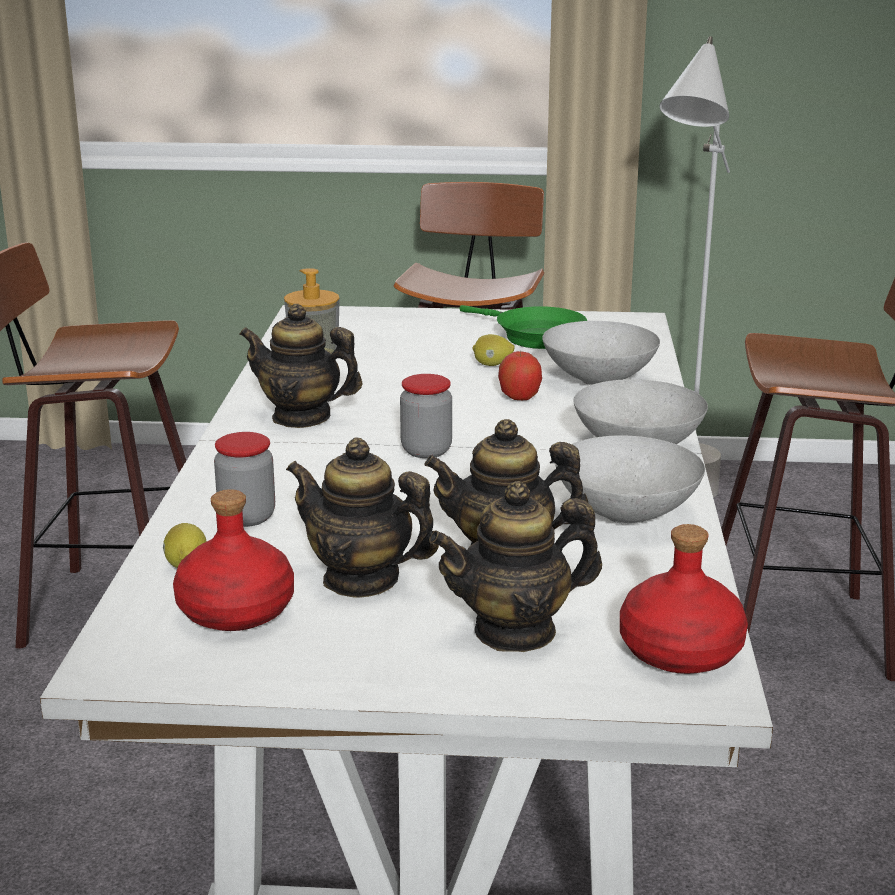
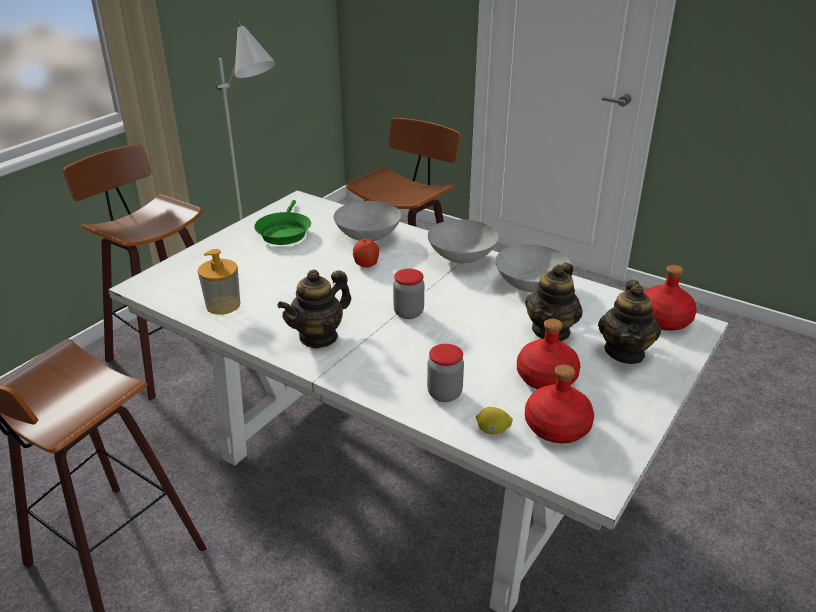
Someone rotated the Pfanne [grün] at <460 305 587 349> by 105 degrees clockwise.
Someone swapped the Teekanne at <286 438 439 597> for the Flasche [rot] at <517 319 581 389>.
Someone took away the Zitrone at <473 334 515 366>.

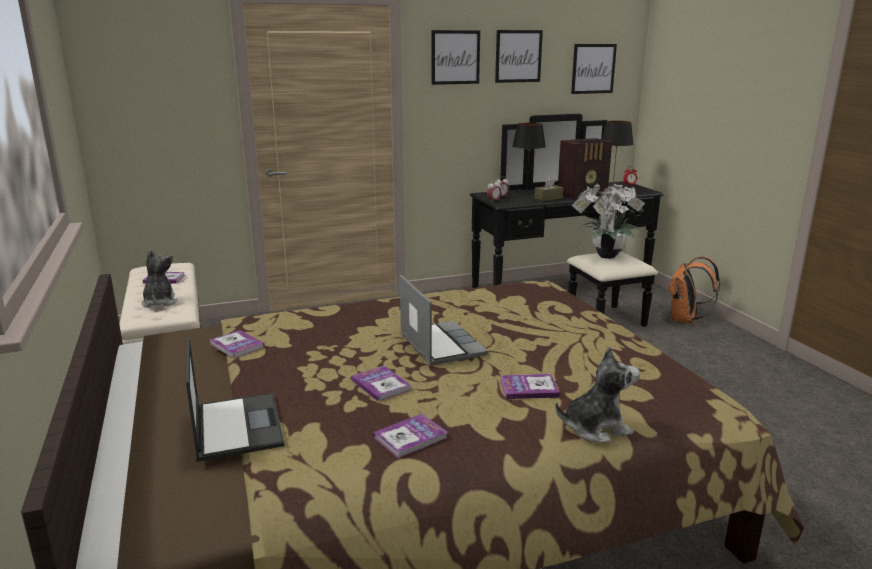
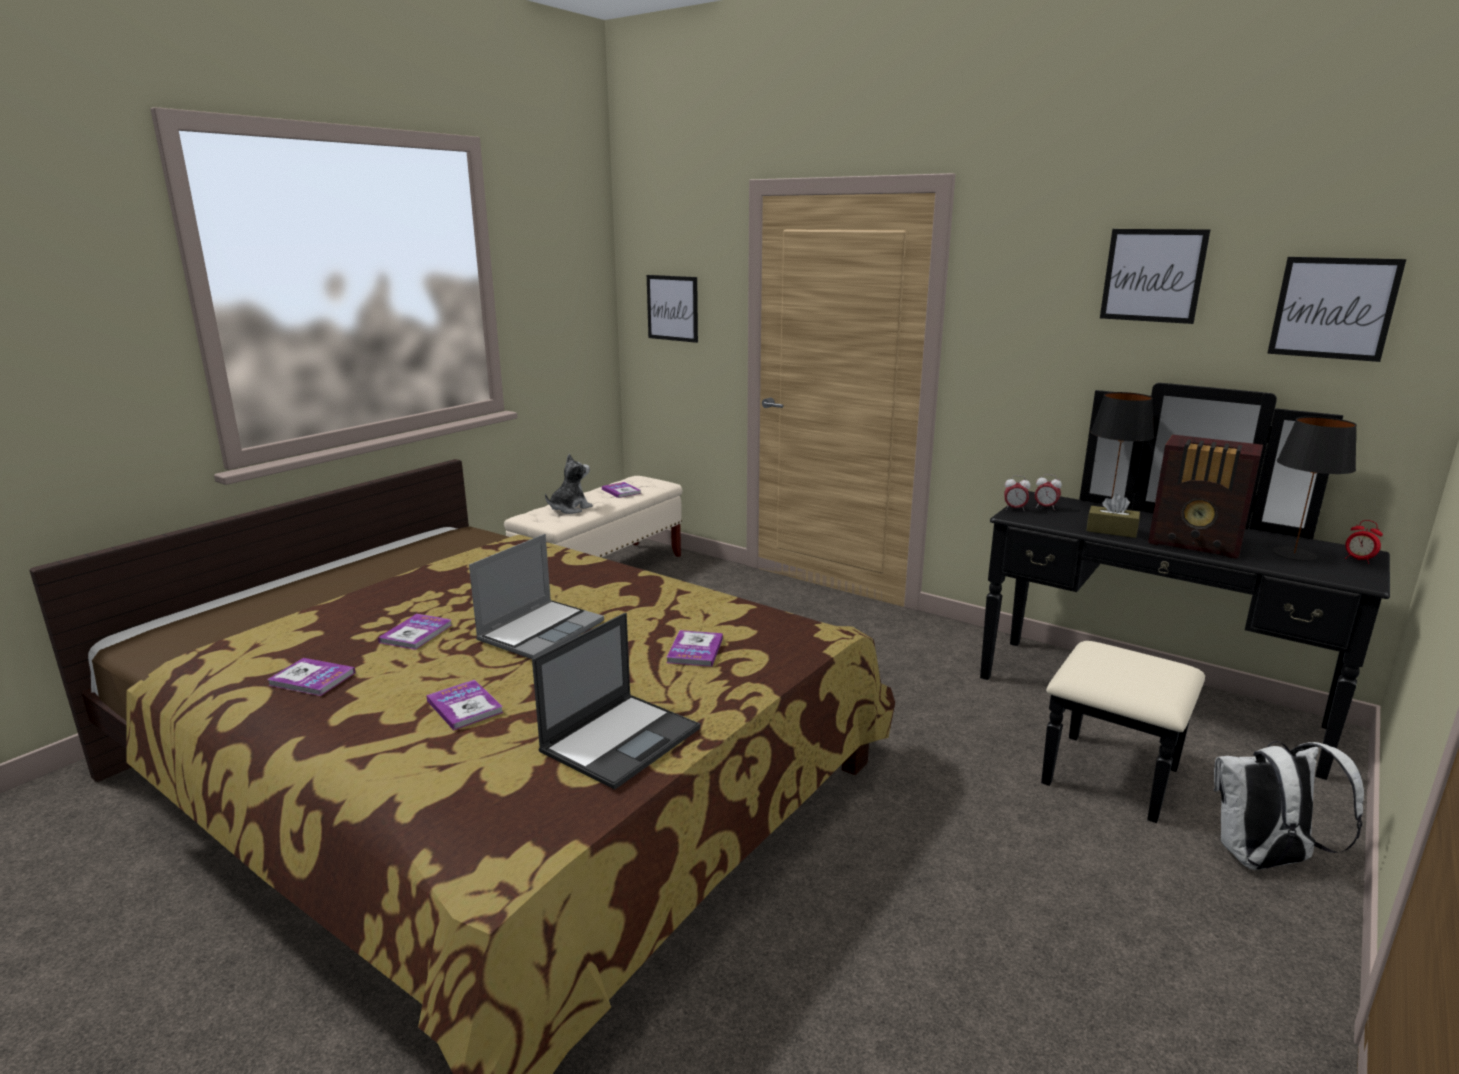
Someone carried the Laptop from <186 337 285 462> to <532 613 700 790>.
Someone carried the Bild from <431 30 480 85> to <647 275 698 343>.
Someone carried the Buch from <210 330 265 358> to <667 630 723 667>.
Someone repainted the Rucksack [orange] at <669 257 720 323>, which became the Rucksack [weiß] at <1214 741 1364 870>.
Someone took away the Plüschtier at <555 346 640 443>.
Someone took away the Topfpflanze at <572 183 645 259>.

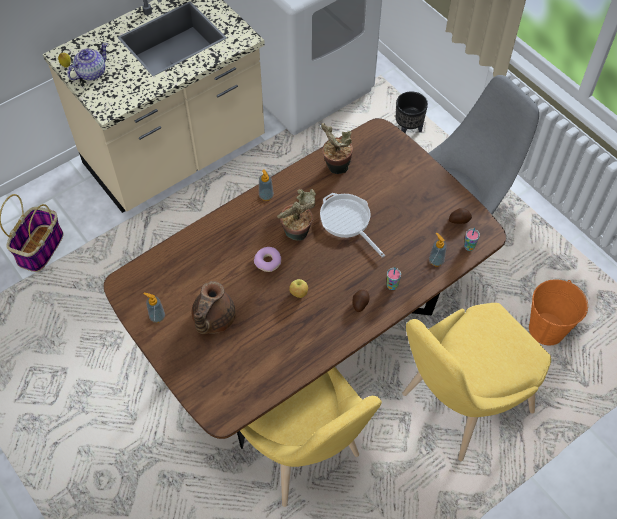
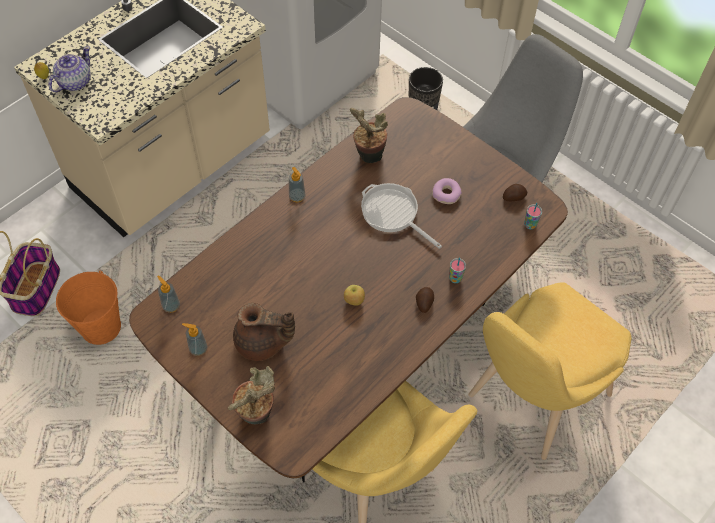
Someone carried the Eimer [orange] from <529 279 588 346> to <56 271 121 345>.
Someone carried the Seifenspender from <429 233 447 266> to <157 275 180 313>.
Someone carried the Topfpflanze from <277 189 316 241> to <227 366 275 424>.
Someone rotated the Teekanne [braun] at <192 281 236 334> by 90 degrees counterclockwise.
Someone carried the Donut from <254 247 281 272> to <432 178 462 204>.

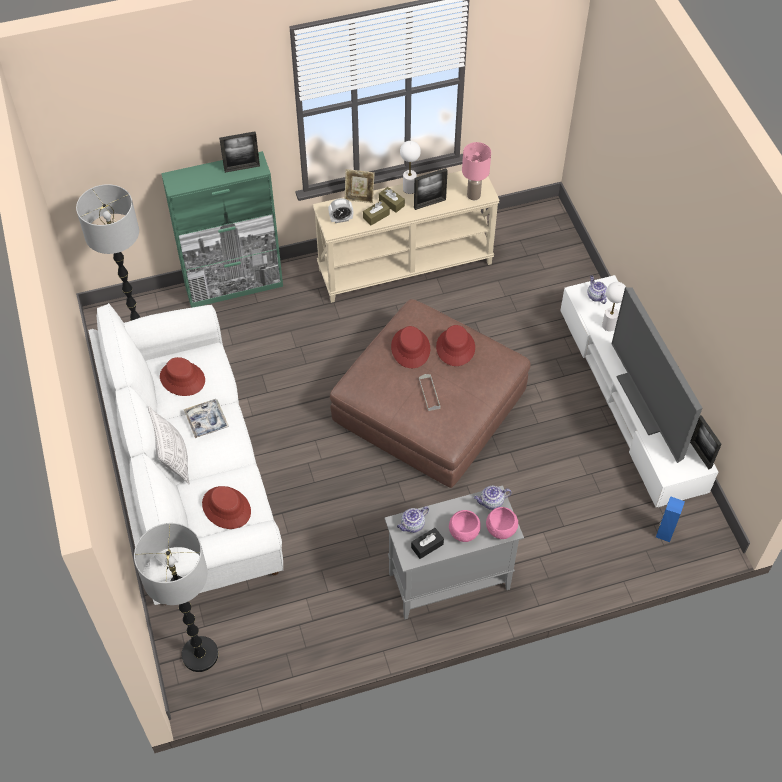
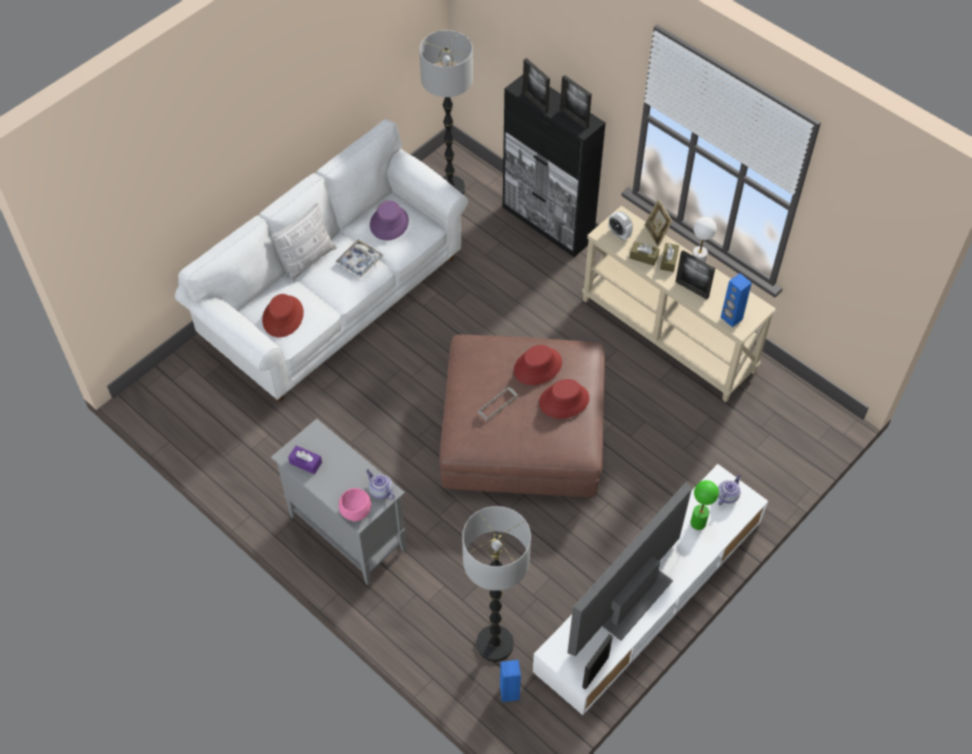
Someone repainted the Taschentuchbox [schwarz] at <411 528 444 559>, which became the Taschentuchbox [lila] at <288 446 322 474>.
Someone repainted the Hut [rot] at <160 357 205 396>, which became the Hut [lila] at <370 201 409 240>.
Someone carried the Stehlampe from <134 523 218 672> to <462 506 531 662>.
Someone repainted the Schrank [grün] at <161 151 283 308>, which became the Schrank [schwarz] at <503 75 606 257>.
Someone put down the Bilderrahmen at <523 58 550 114>.
Someone repainted the Tischlampe [weiß] at <602 282 626 331>, which became the Tischlampe [grün] at <690 480 719 530>.
Someone swapped the Tischlampe [rosa] at <462 142 491 200> for the Lautsprecher [blau] at <721 273 752 327>.
Someone took away the Teekanne at <397 506 429 533>.
Someone took away the Schüssel [rosa] at <449 510 480 542>.

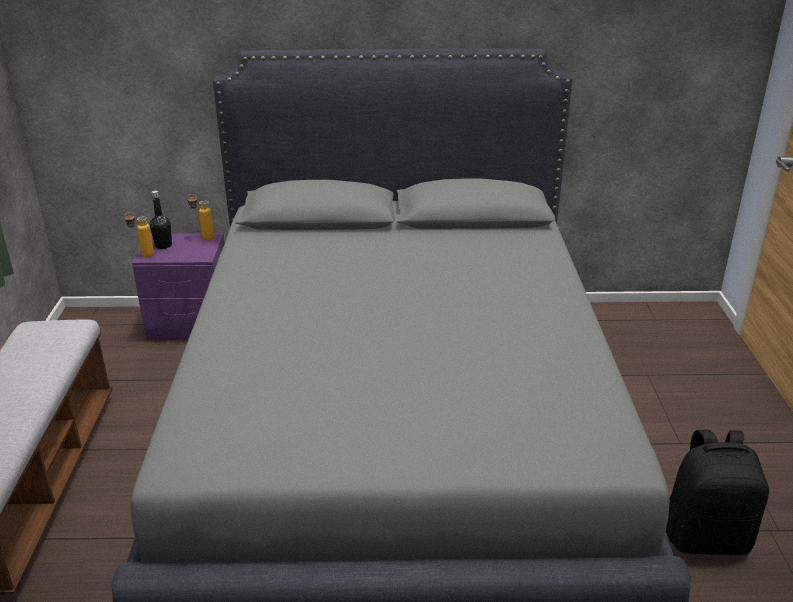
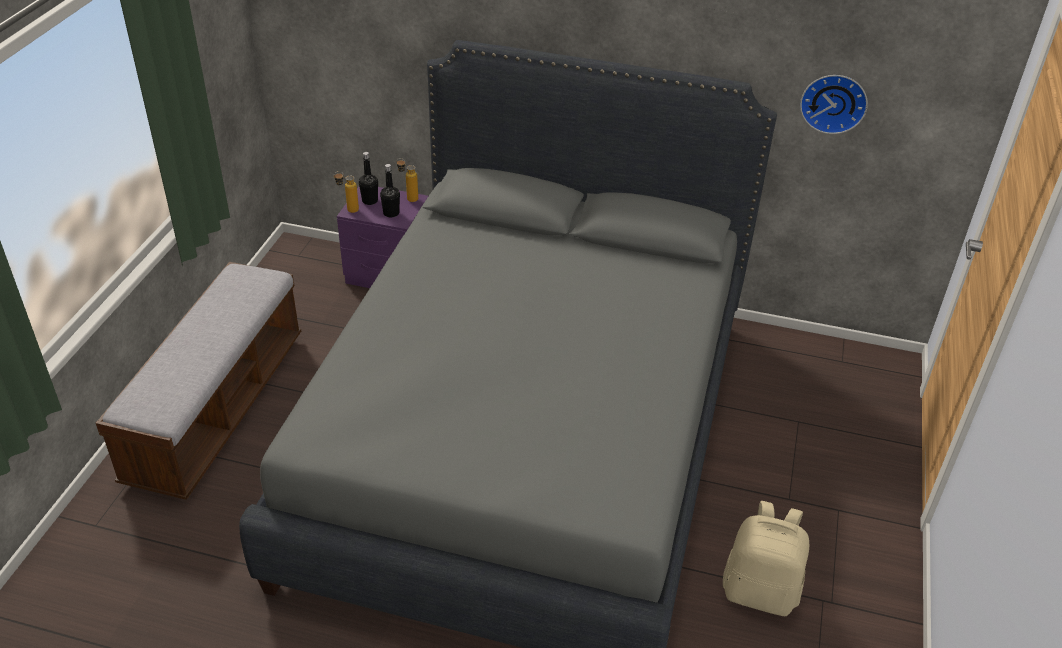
Someone put down the Flasche [schwarz] at <380 164 400 218>.
Someone repainted the Rucksack [schwarz] at <666 430 769 555>, which became the Rucksack [beige] at <723 501 809 616>.
Someone put up the Wanduhr at <800 75 868 134>.

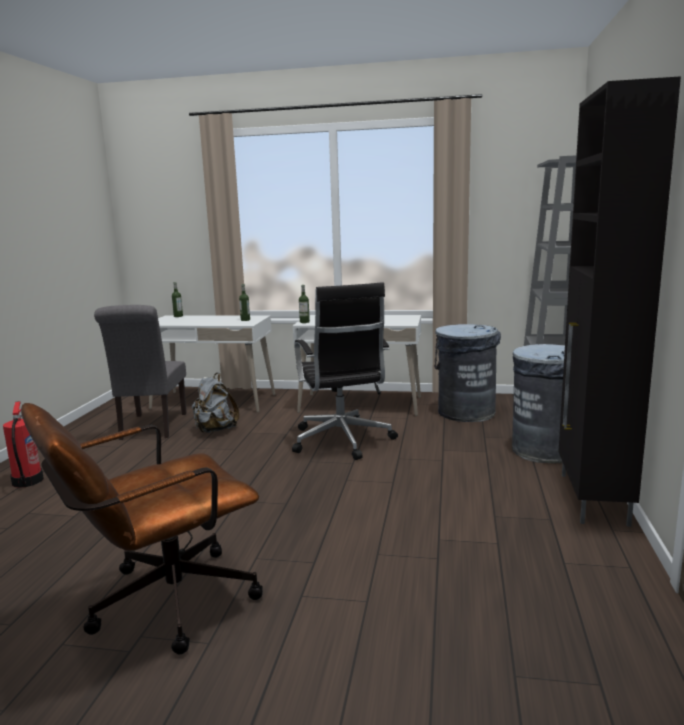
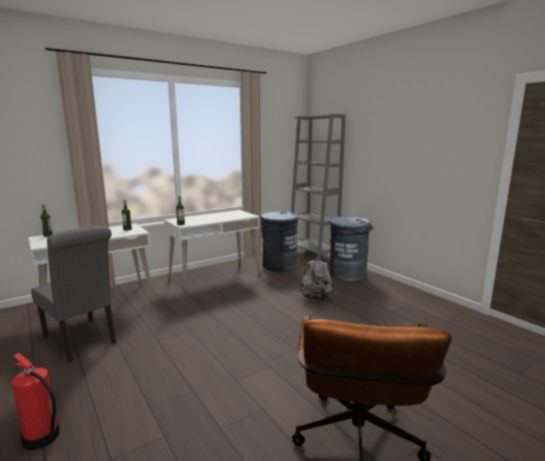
Someone carried the Rucksack [grau] from <192 373 239 433> to <299 255 334 301>.
Someone took away the Bürostuhl [schwarz] at <292 283 398 460>.
Someone took away the Schrank [schwarz] at <558 76 681 527>.

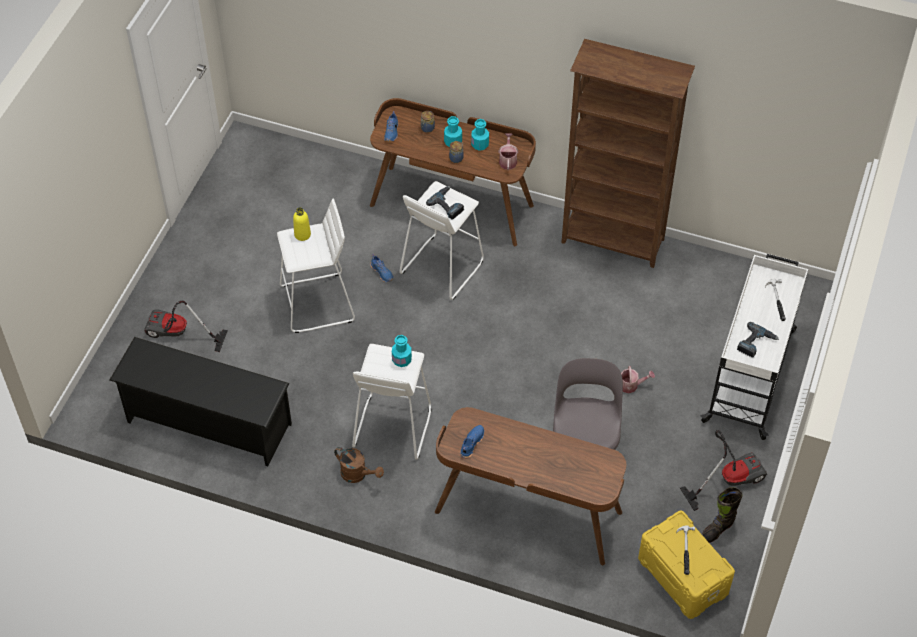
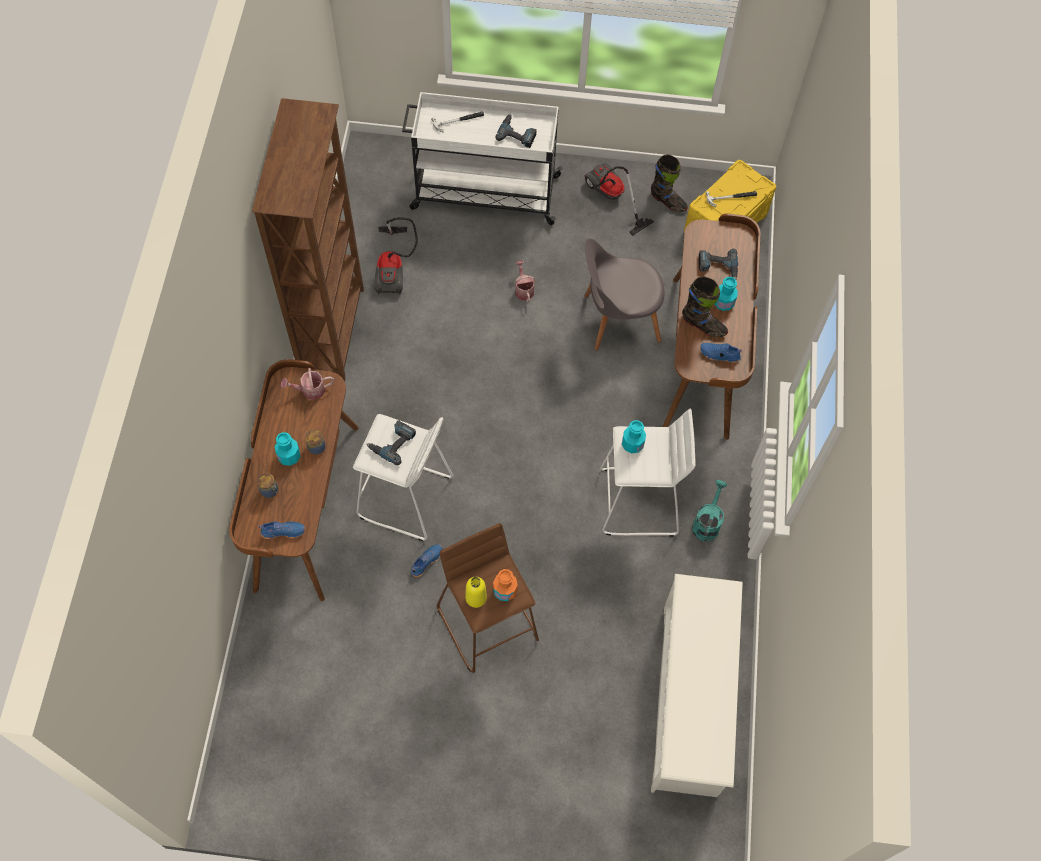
Someone carried the Staubsauger from <144 301 228 352> to <374 217 418 294>.
Someone repainted the Hocker [weiß] at <277 199 355 333>, which became the Hocker [braun] at <437 523 539 673>.
Someone put down the Flasche [orange] at <493 569 518 601>.
Someone repainted the Schuhregal [schwarz] at <110 337 292 466>, which became the Schuhregal [weiß] at <651 574 743 797>.
Someone put down the Stiefel [schwarz] at <682 276 728 337>.
Someone repainted the Gießkanne [braun] at <334 447 384 483>, which became the Gießkanne [türkis] at <692 480 727 541>.
Someone put down the Bohrmaschine at <699 249 738 279>.
Someone carried the Flasche [türkis] from <471 119 489 151> to <715 277 738 311>.

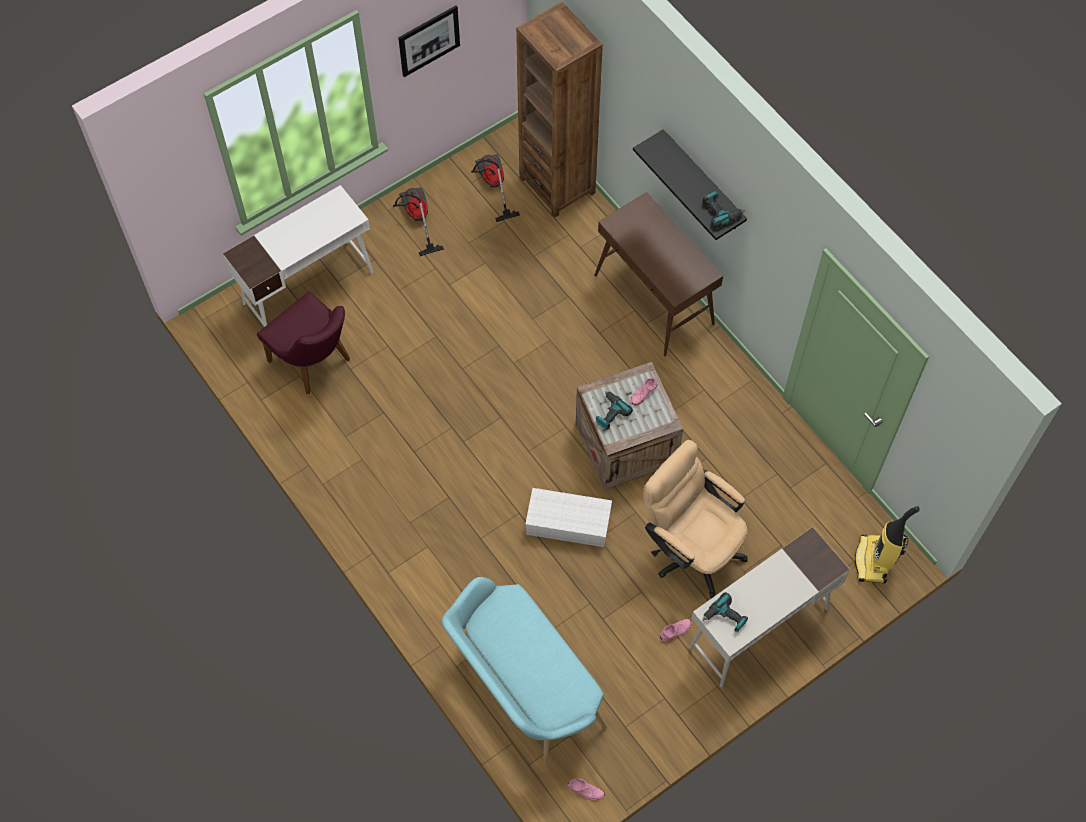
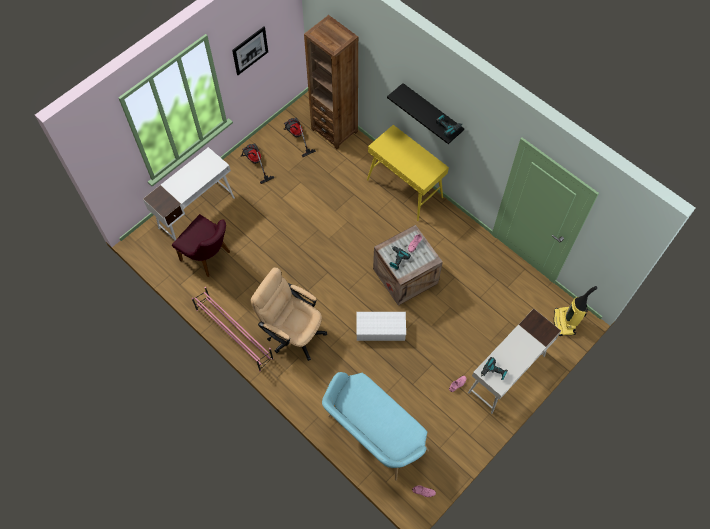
Someone put down the Schuhregal [rosa] at <192 287 273 371>.
Someone carried the Bürostuhl [beige] from <643 440 747 598> to <250 267 327 361>.
Someone repainted the Konsolentisch [braun] at <594 192 723 356>, which became the Konsolentisch [gelb] at <367 125 449 221>.

